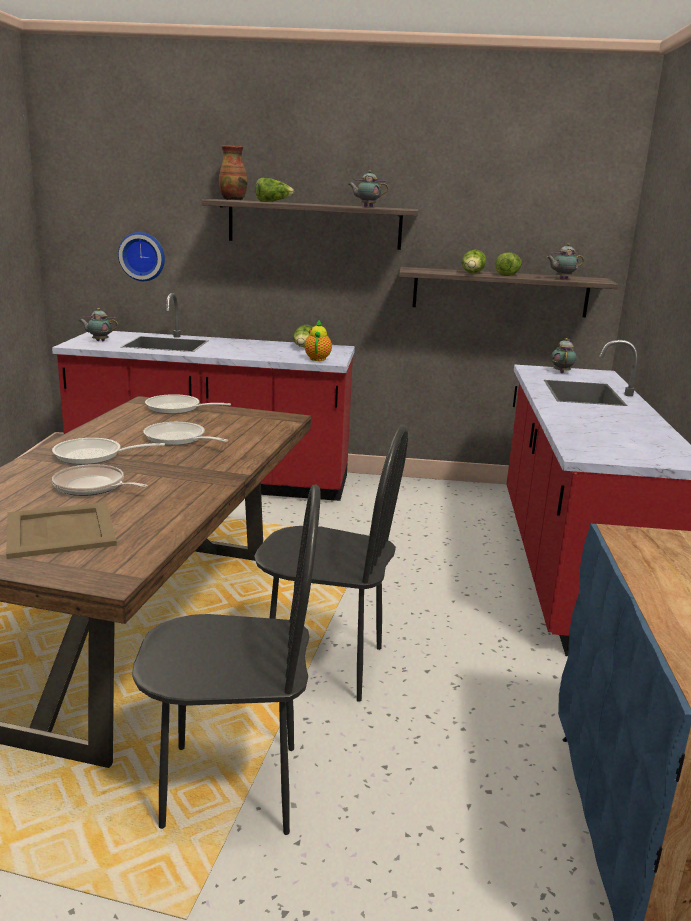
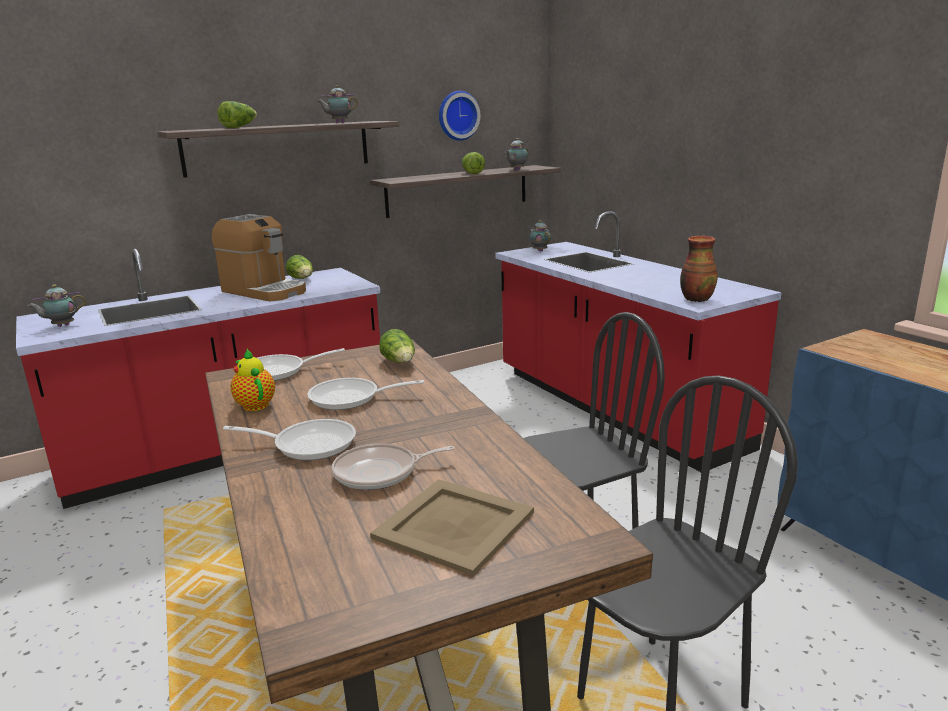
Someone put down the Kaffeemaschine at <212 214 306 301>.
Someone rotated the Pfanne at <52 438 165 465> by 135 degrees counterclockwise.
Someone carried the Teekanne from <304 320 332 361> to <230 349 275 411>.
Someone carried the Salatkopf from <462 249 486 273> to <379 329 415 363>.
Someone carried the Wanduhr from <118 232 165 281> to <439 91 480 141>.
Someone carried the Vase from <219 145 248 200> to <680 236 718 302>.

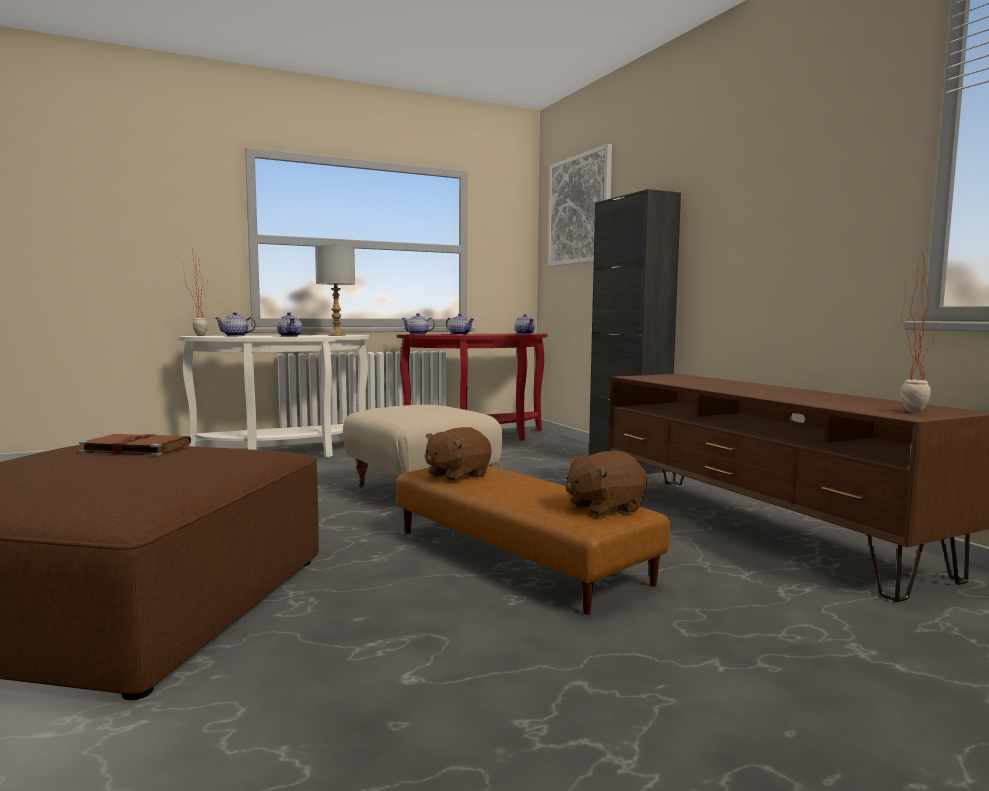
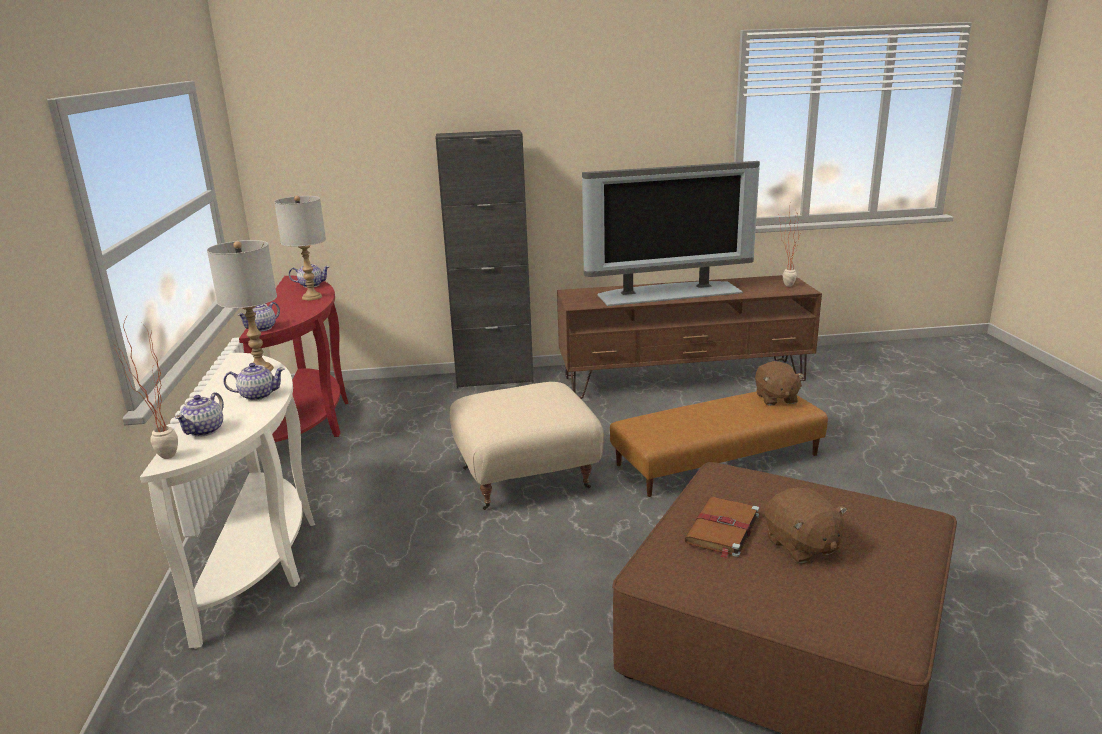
Someone put down the Tischlampe [grau] at <274 196 326 300>.
Someone put down the Fernseher at <582 161 760 306>.
Someone carried the Plüschtier [braun] from <425 427 492 482> to <765 488 848 563>.
Someone took away the Teekanne at <446 314 474 335>.
Someone took away the Bild at <548 144 612 266>.

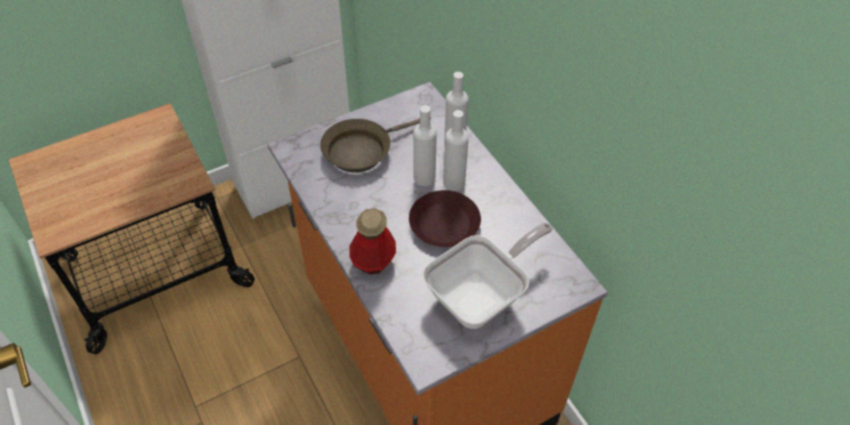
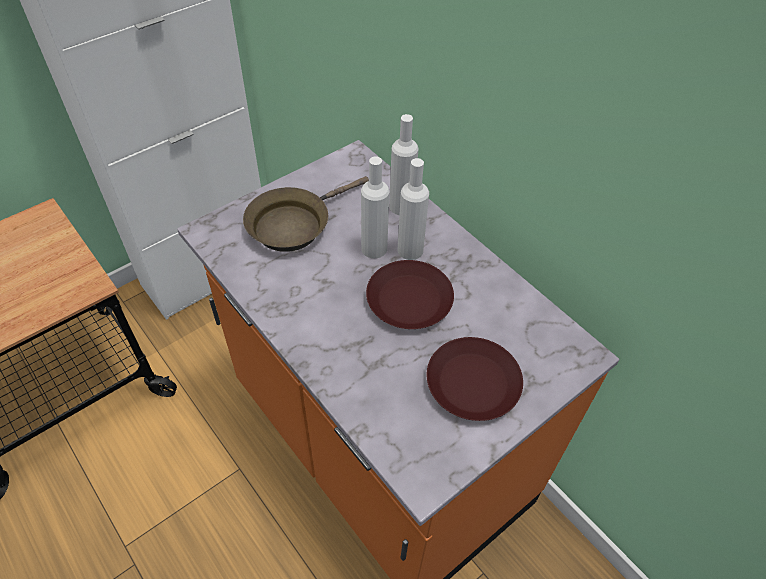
Someone swapped the Pfanne at <422 223 553 329> for the Teller [braun] at <427 337 523 421>.
Someone took away the Flasche at <349 209 396 274>.

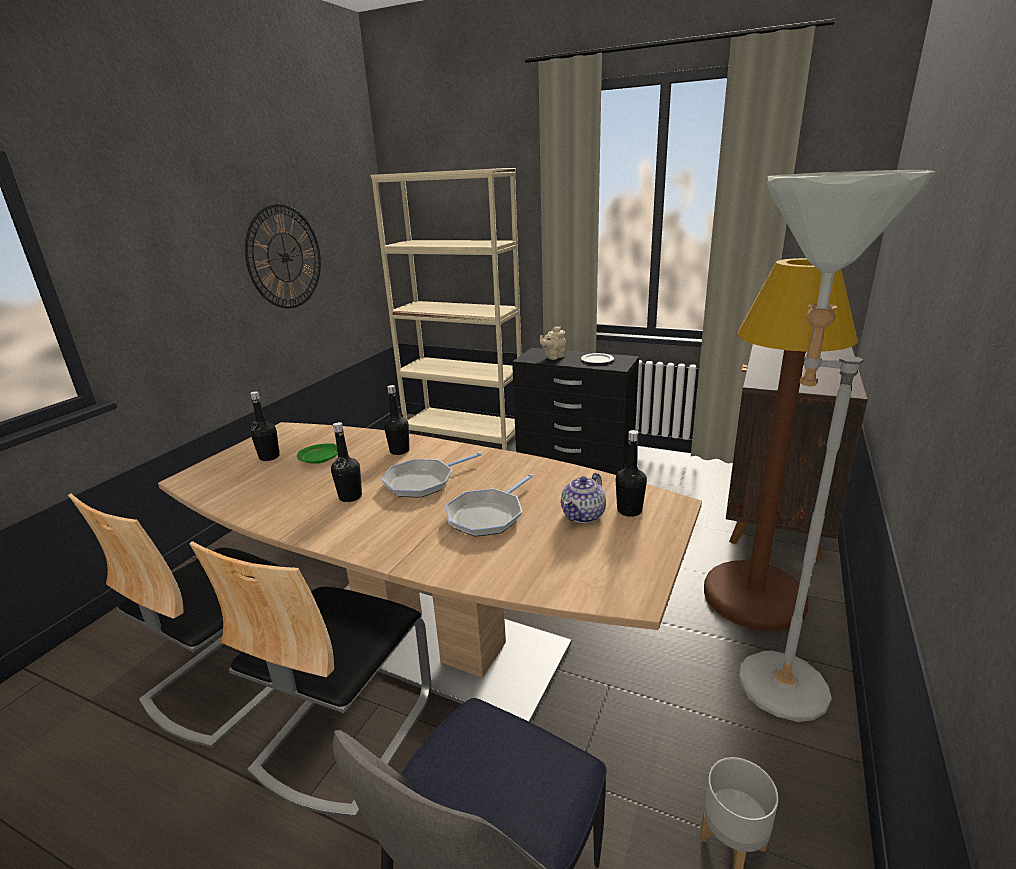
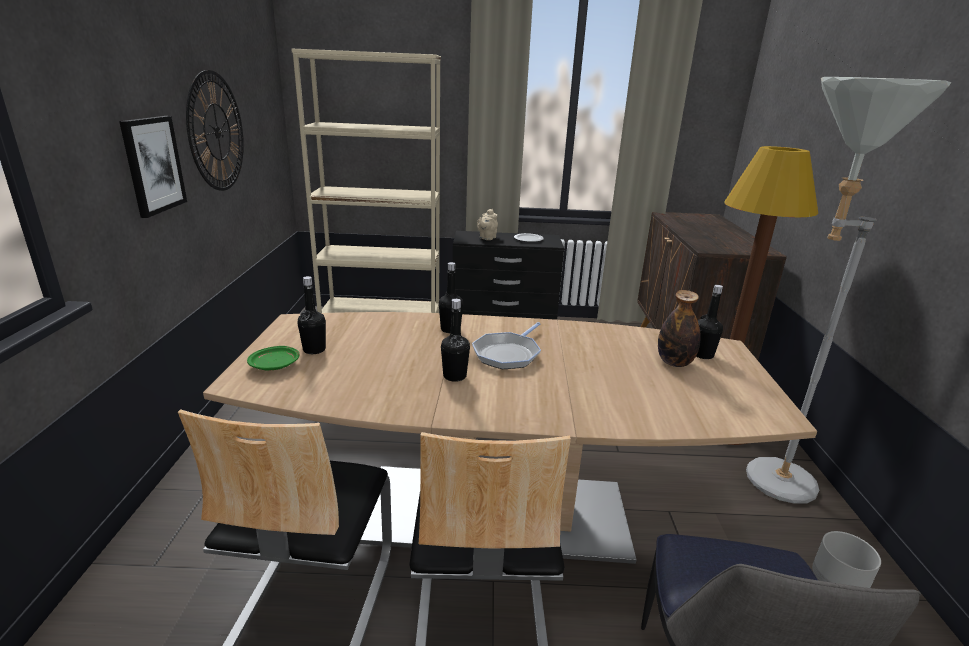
Someone put up the Bild at <119 116 187 218>.
Someone carried the Teller [grün] from <297 443 338 464> to <247 346 299 371>.
Someone swapped the Teekanne at <561 473 606 523> for the Flasche at <658 290 701 367>.
Someone took away the Pfanne at <446 474 533 536>.

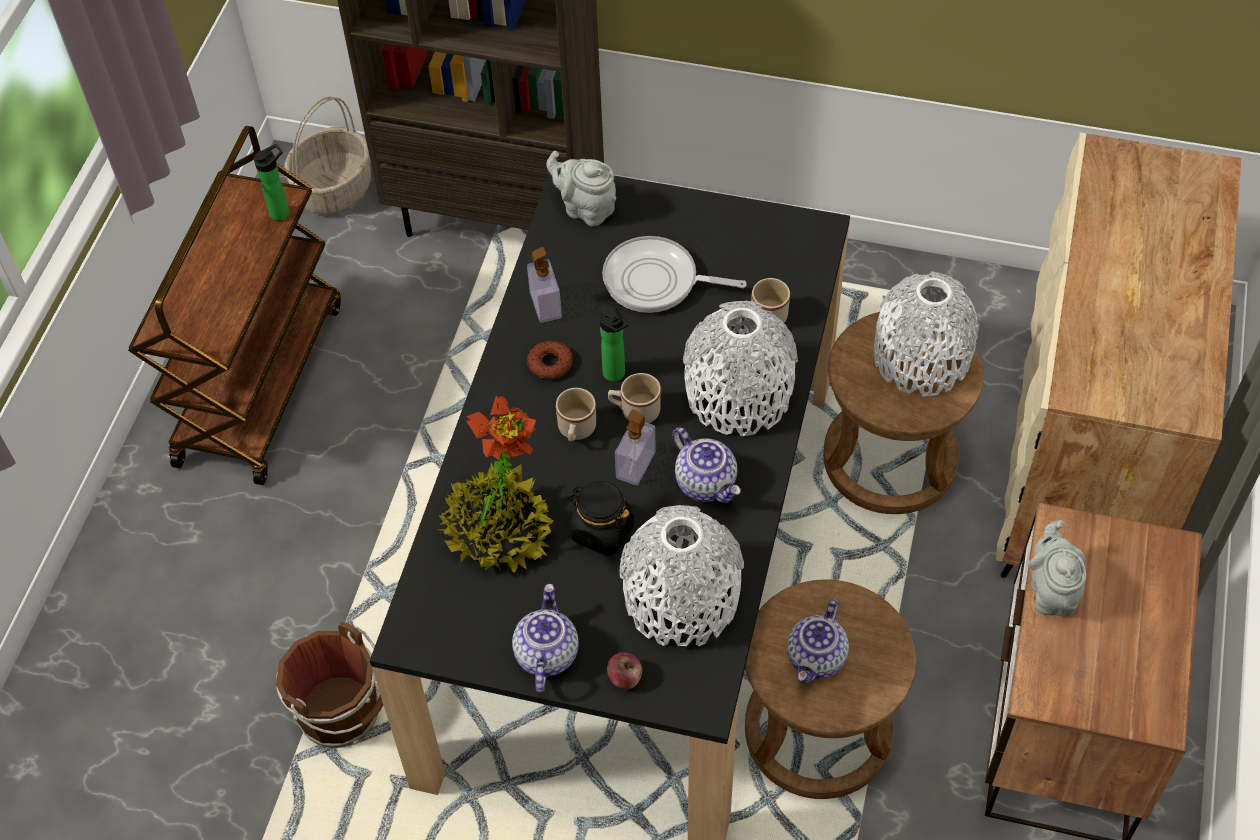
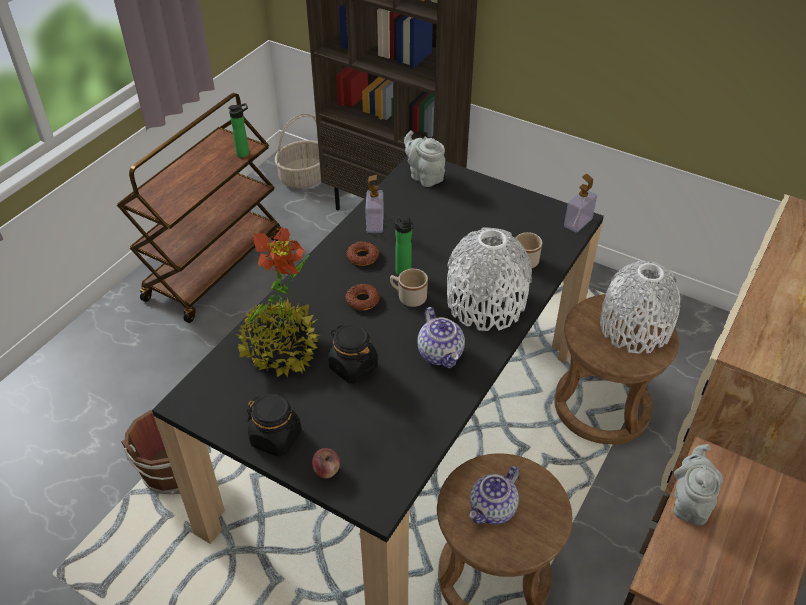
Someone swapped the Teekanne at <512 584 579 692> for the Vorratsglas [schwarz] at <247 394 302 457>.
Someone swapped the Henkelbecher [beige] at <556 388 596 442> for the Donut at <346 283 380 310>.
Someone carried the Seifenspender from <615 409 656 486> to <564 174 597 233>.
Someone took away the Pfanne at <602 236 747 313>.
Someone took away the Vase [weiß] at <620 505 744 646>.

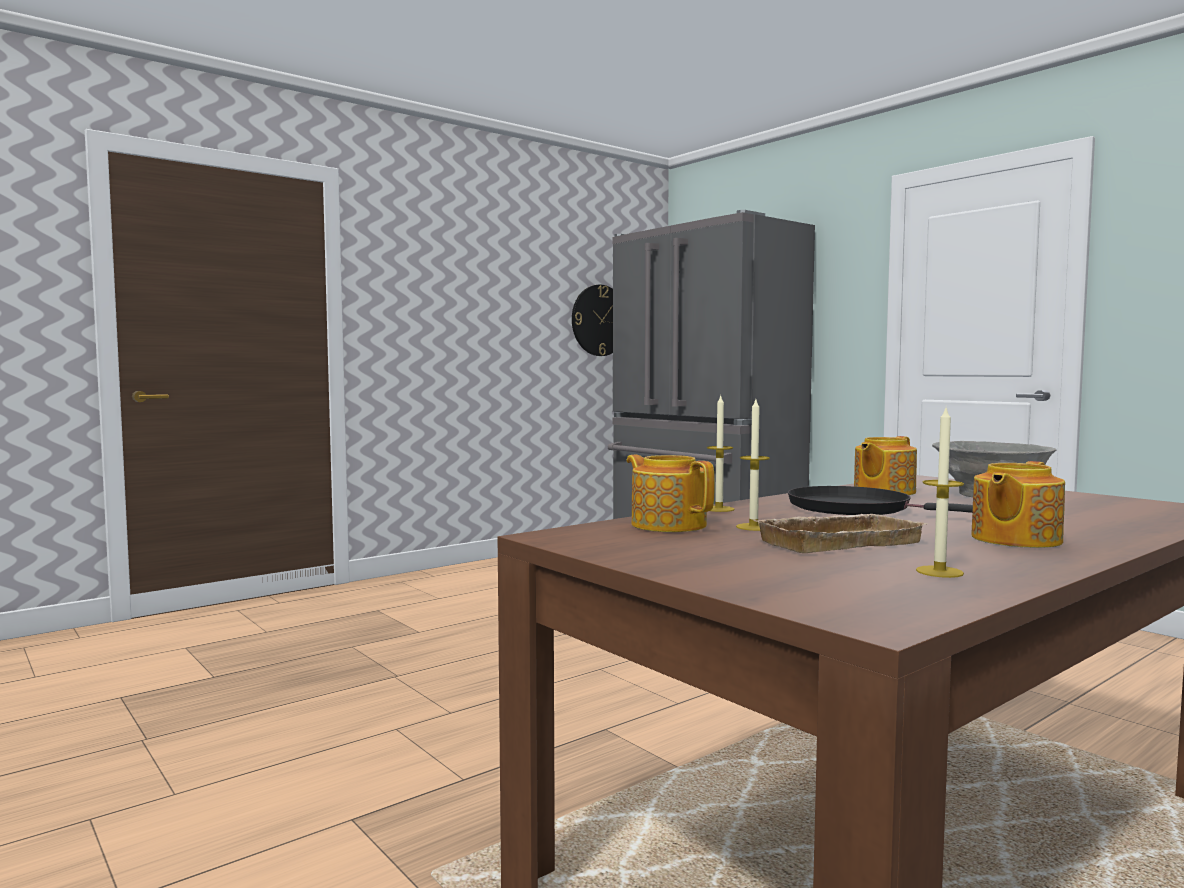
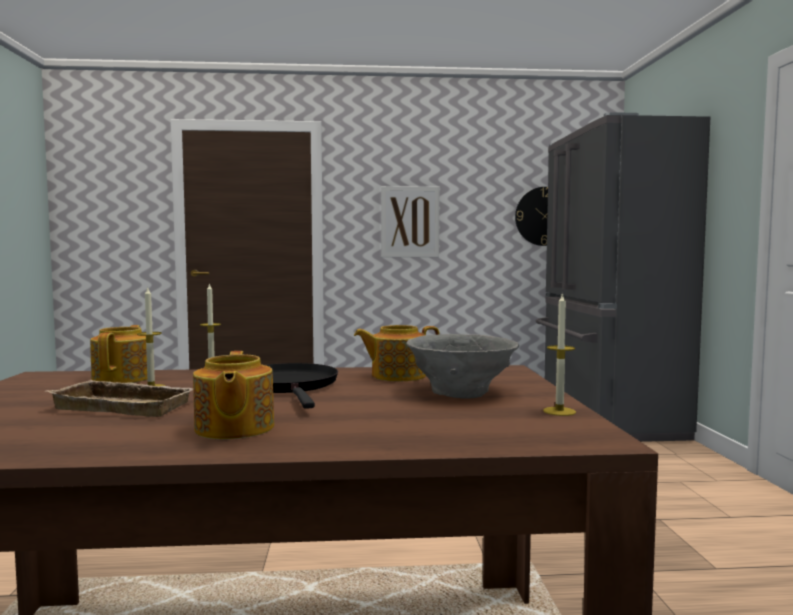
Someone rotated the Teekanne at <971 461 1065 548> by 90 degrees counterclockwise.
Someone put up the Bild at <381 186 439 257>.
Someone carried the Kerze from <916 408 964 578> to <543 292 576 416>.

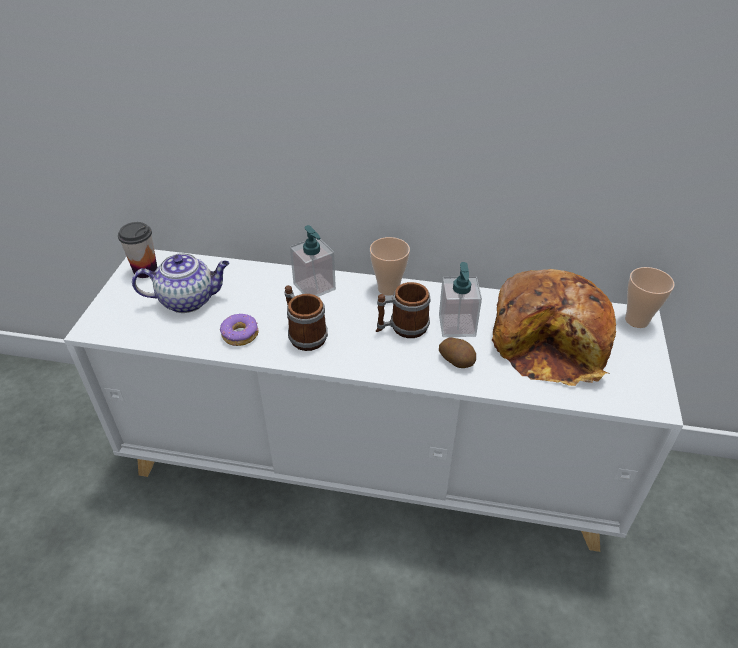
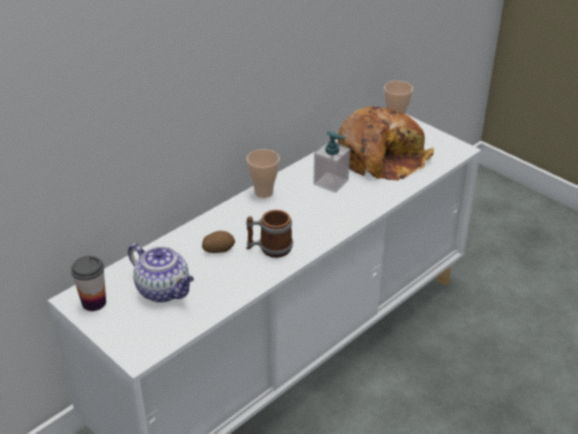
Someone rotated the Teekanne at <132 253 229 313> by 105 degrees clockwise.
Someone carried the Kartoffel from <439 337 476 368> to <202 231 235 253>.
Someone took away the Donut at <220 313 259 346>.
Someone took away the Seifenspender at <290 225 336 297>.
Someone took away the Henkelbecher at <376 282 430 338>.

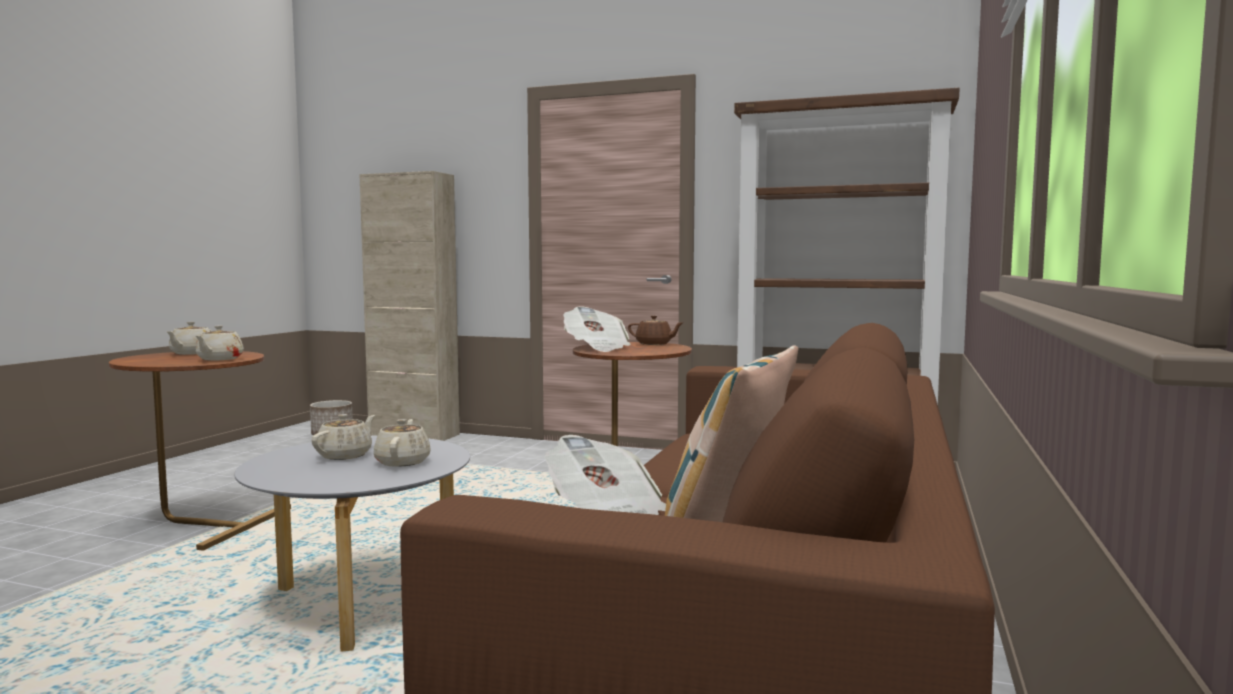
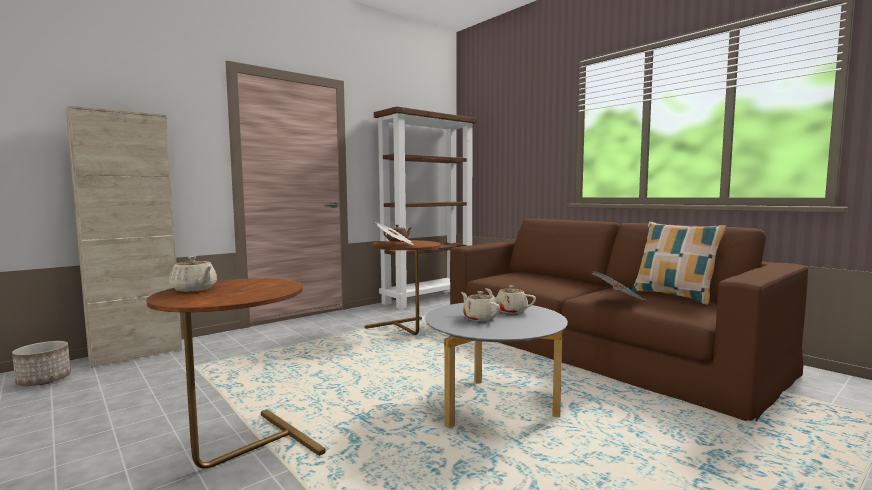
Someone took away the Teekanne [beige] at <196 325 244 361>.

